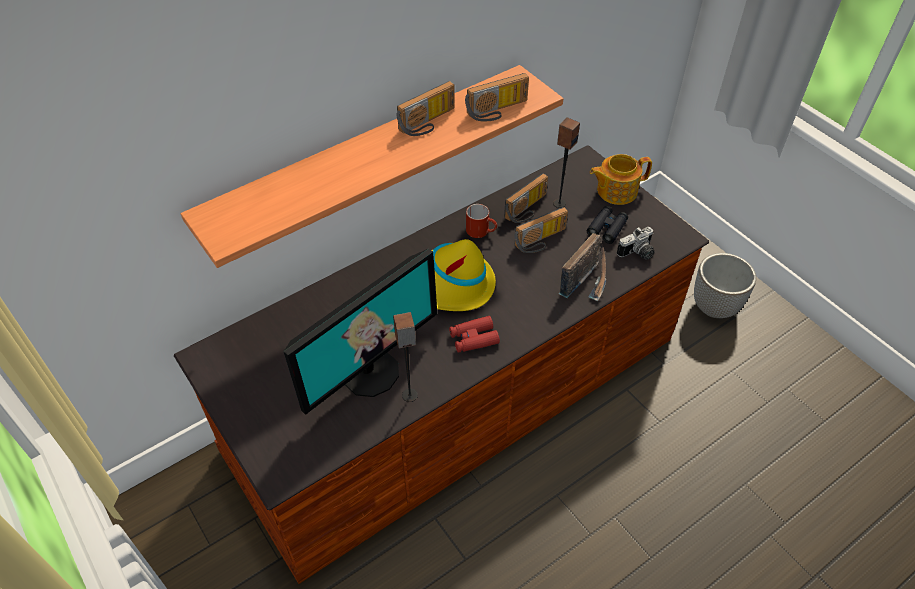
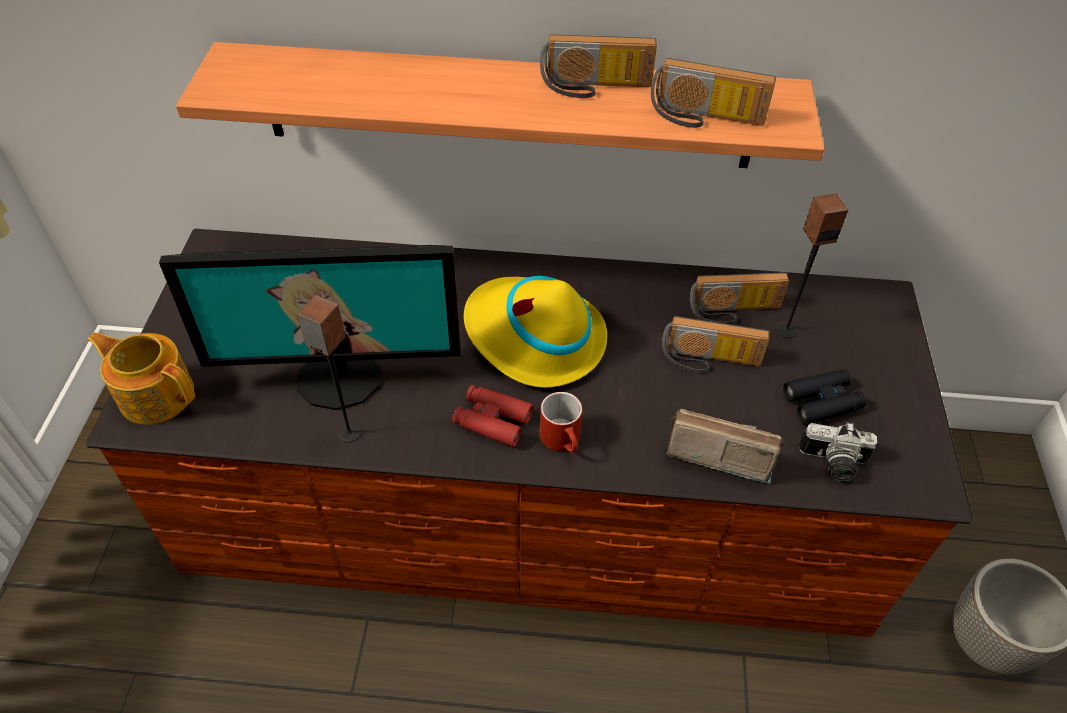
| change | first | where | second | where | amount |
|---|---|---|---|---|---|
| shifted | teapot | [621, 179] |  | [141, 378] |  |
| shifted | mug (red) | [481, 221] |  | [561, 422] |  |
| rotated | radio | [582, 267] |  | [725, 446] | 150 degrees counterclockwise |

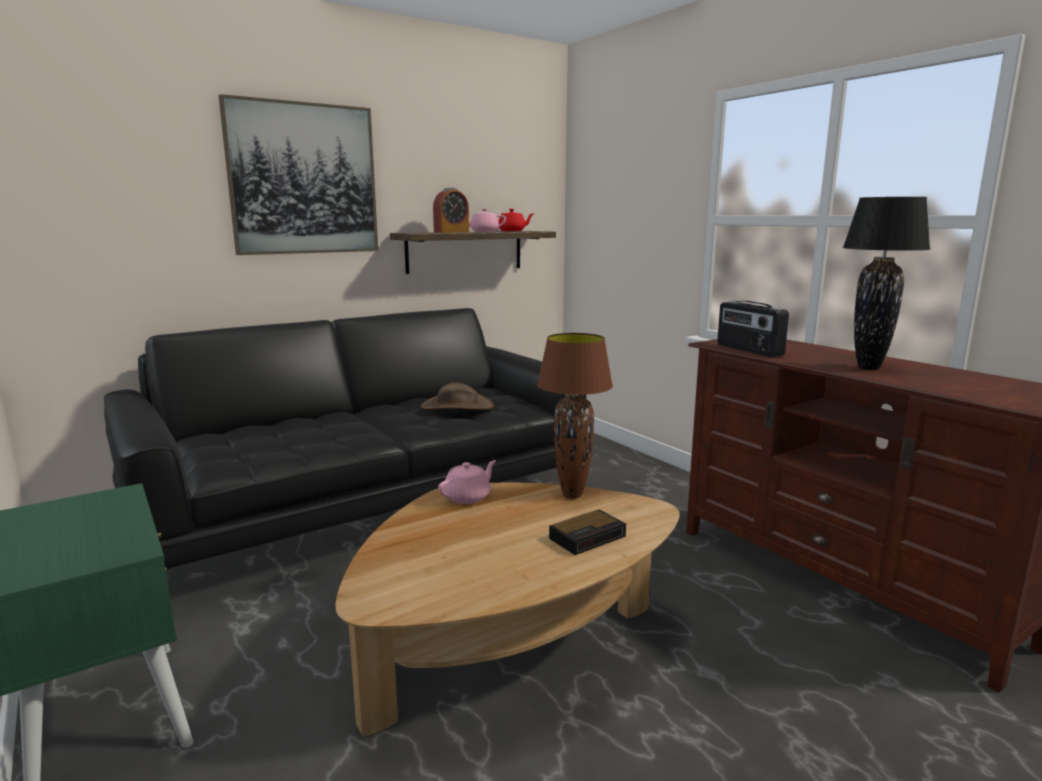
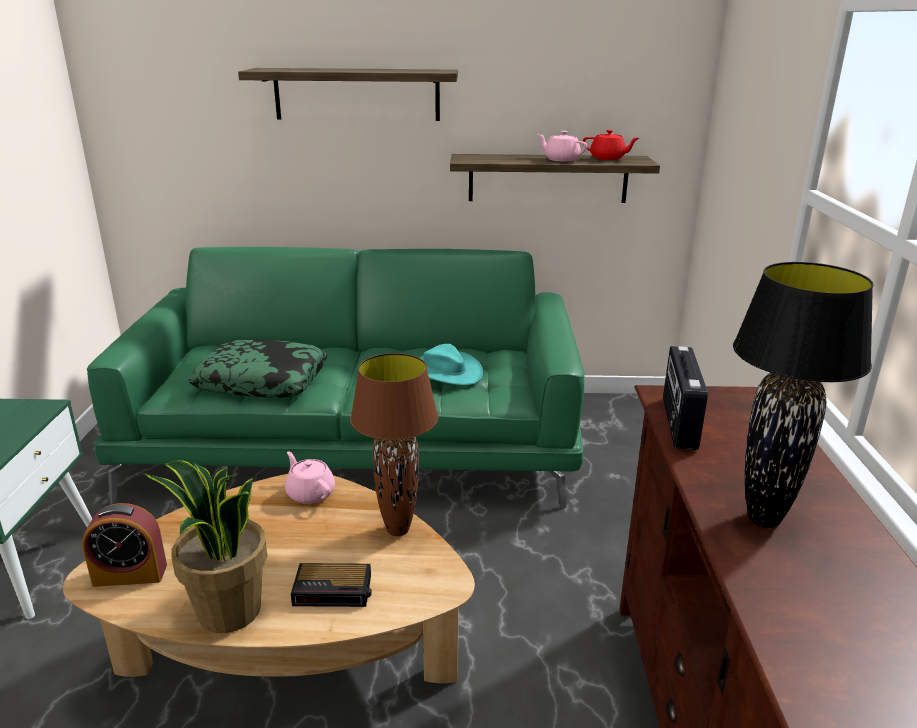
| change | first | where | second | where | amount |
|---|---|---|---|---|---|
| shifted | alarm clock | [451, 210] |  | [124, 545] |  |
| repainted | sofa (black) | [345, 442] | sofa (green) | [336, 378] |  |
| new |  |  | potted plant | [205, 546] |  |
| new |  |  | pillow | [257, 368] |  |
| swapped | picture | [298, 174] | shelf | [348, 94] |  |
| rotated | teapot (pink) | [467, 482] |  | [310, 477] | 120 degrees counterclockwise |
| repainted | hat (brown) | [457, 396] | hat (turquoise) | [450, 364] |  |

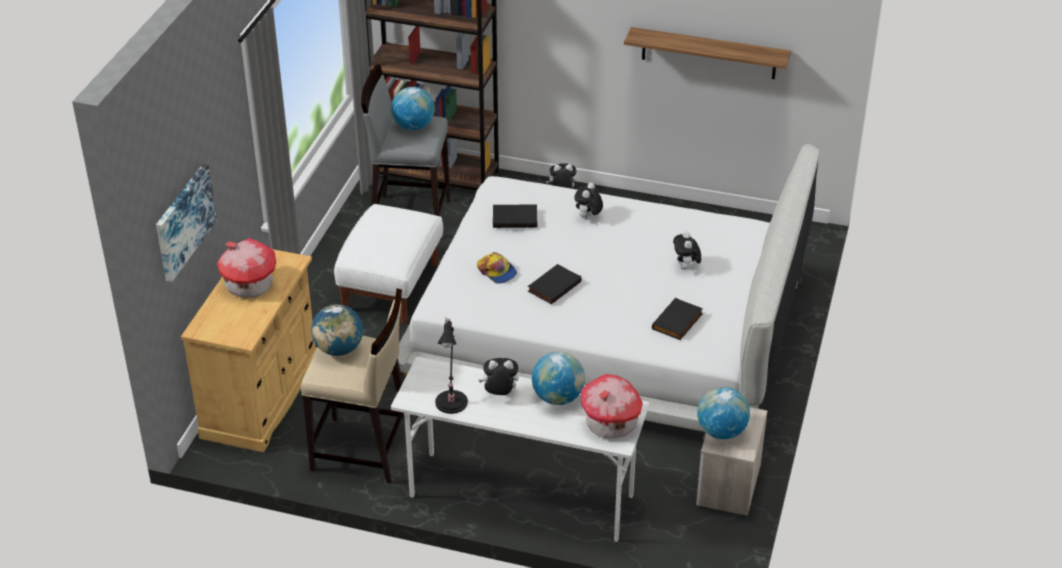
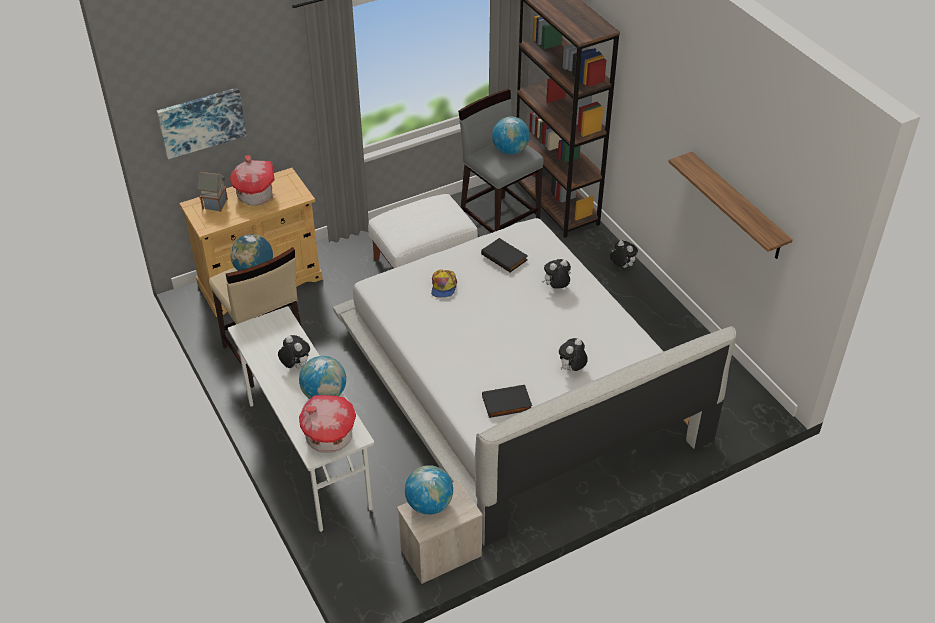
| change | first | where | second | where | amount |
|---|---|---|---|---|---|
| new |  |  | toy house | [212, 191] |  |
| gone | table lamp (black) | [451, 366] |  |  |  |
| gone | book (black) | [555, 284] |  |  |  |

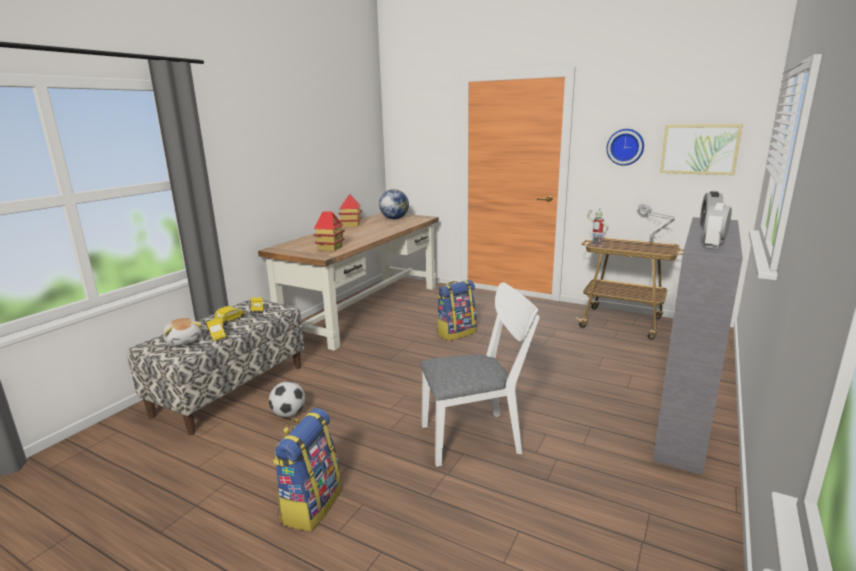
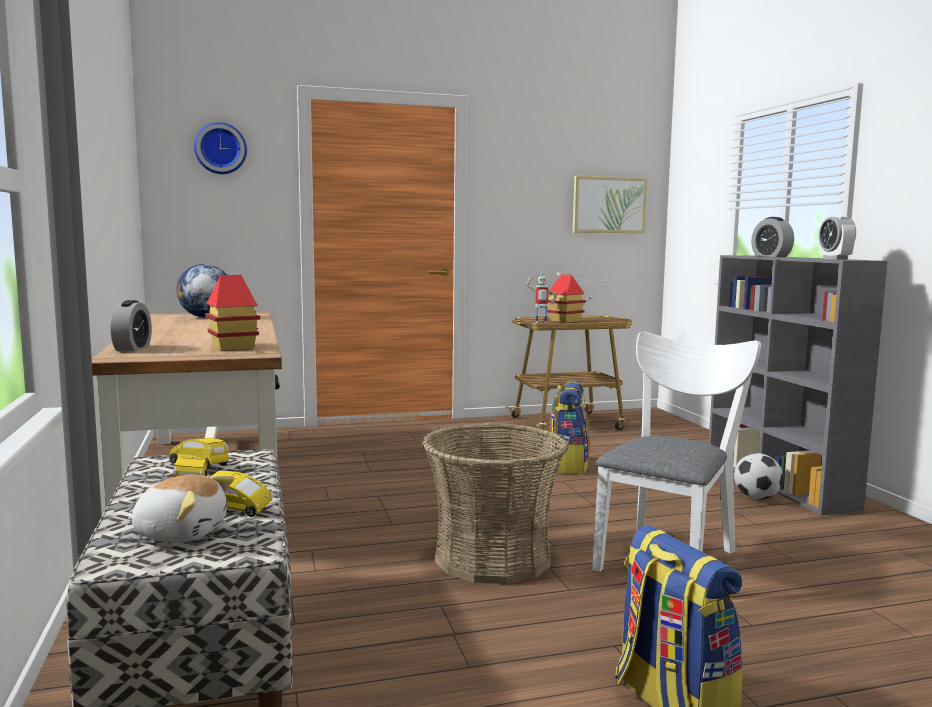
| change | first | where | second | where | amount |
|---|---|---|---|---|---|
| new |  |  | alarm clock | [131, 325] |  |
| shifted | wall clock | [625, 147] |  | [220, 148] |  |
| new |  |  | basket | [495, 503] |  |
| shifted | toy house | [350, 210] |  | [566, 298] |  |
| shifted | backpack | [456, 310] |  | [568, 427] |  |
| shifted | football | [287, 399] |  | [758, 476] |  |

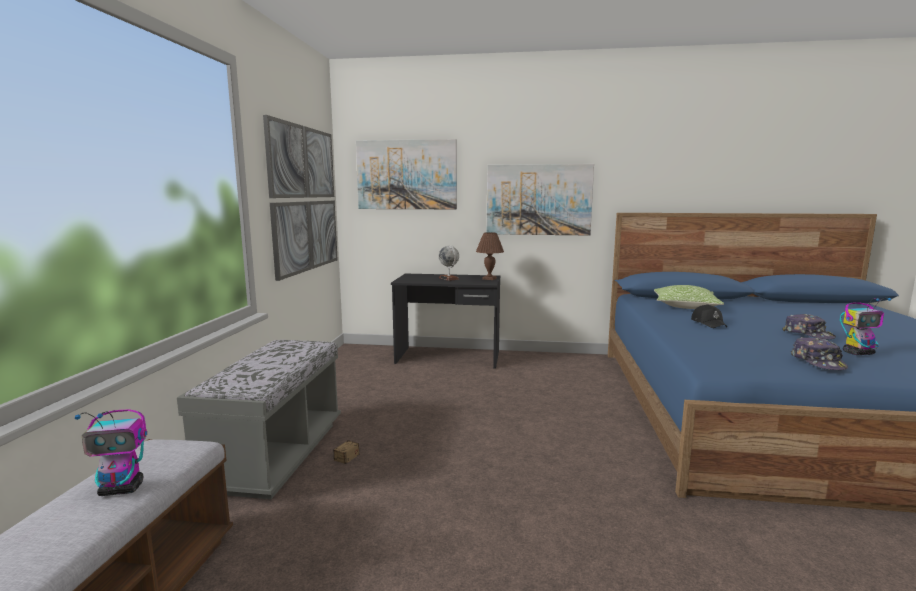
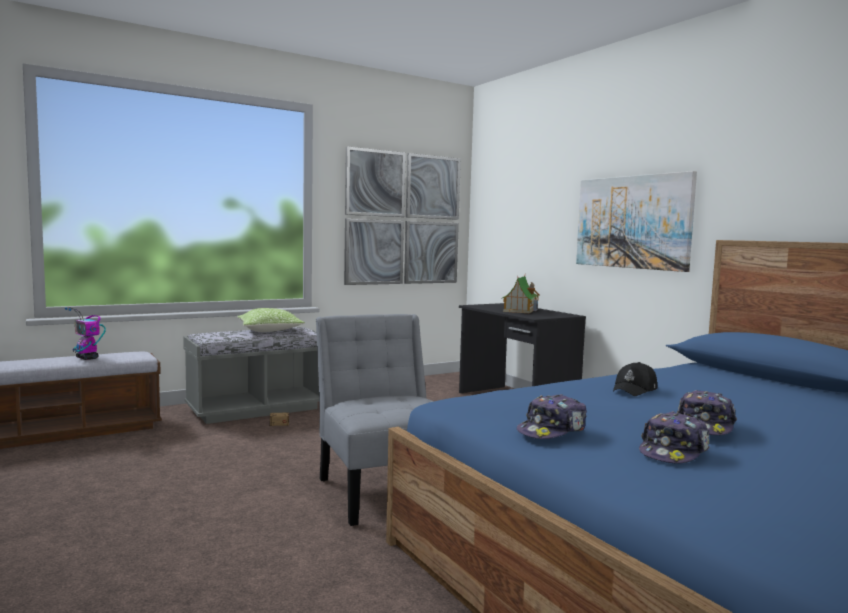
| change | first | where | second | where | amount |
|---|---|---|---|---|---|
| shifted | pillow | [689, 297] |  | [271, 320] |  |
| new |  |  | chair (grey) | [375, 420] |  |
| swapped | globe | [449, 263] | toy house | [520, 294] |  |
| swapped | toy robot | [866, 326] | cap | [674, 437] |  |
| gone | picture | [406, 174] |  |  |  |
| gone | table lamp (brown) | [490, 256] |  |  |  |

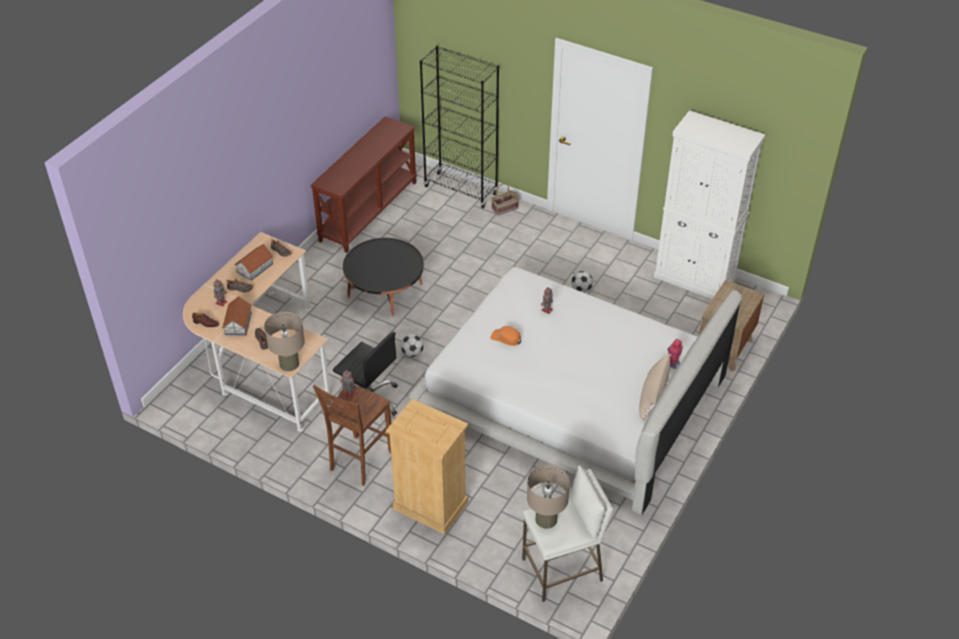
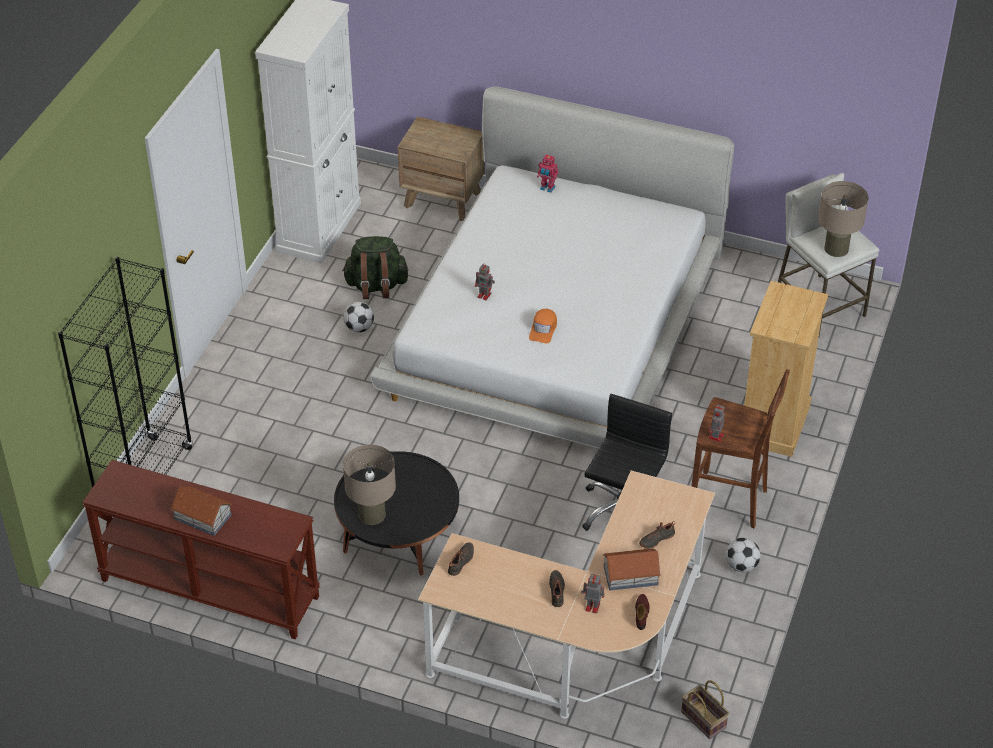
| change | first | where | second | where | amount |
|---|---|---|---|---|---|
| shifted | toy house | [253, 262] |  | [201, 511] |  |
| new |  |  | backpack (green) | [375, 267] |  |
| shifted | table lamp (beige) | [284, 341] |  | [369, 485] |  |
| shifted | basket | [505, 199] |  | [705, 709] |  |
| shifted | football | [412, 345] |  | [743, 555] |  |
| gone | pillow (beige) | [655, 387] |  |  |  |

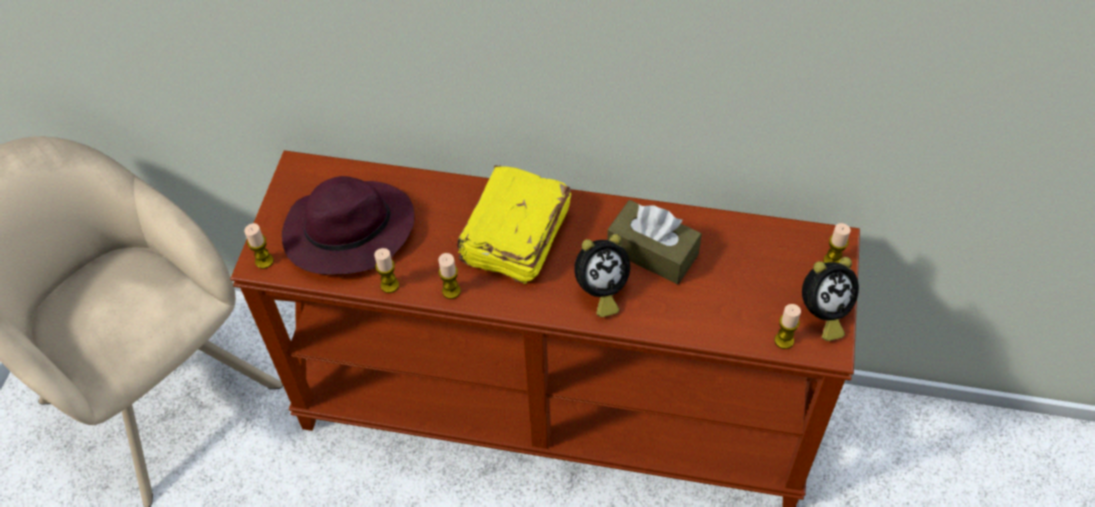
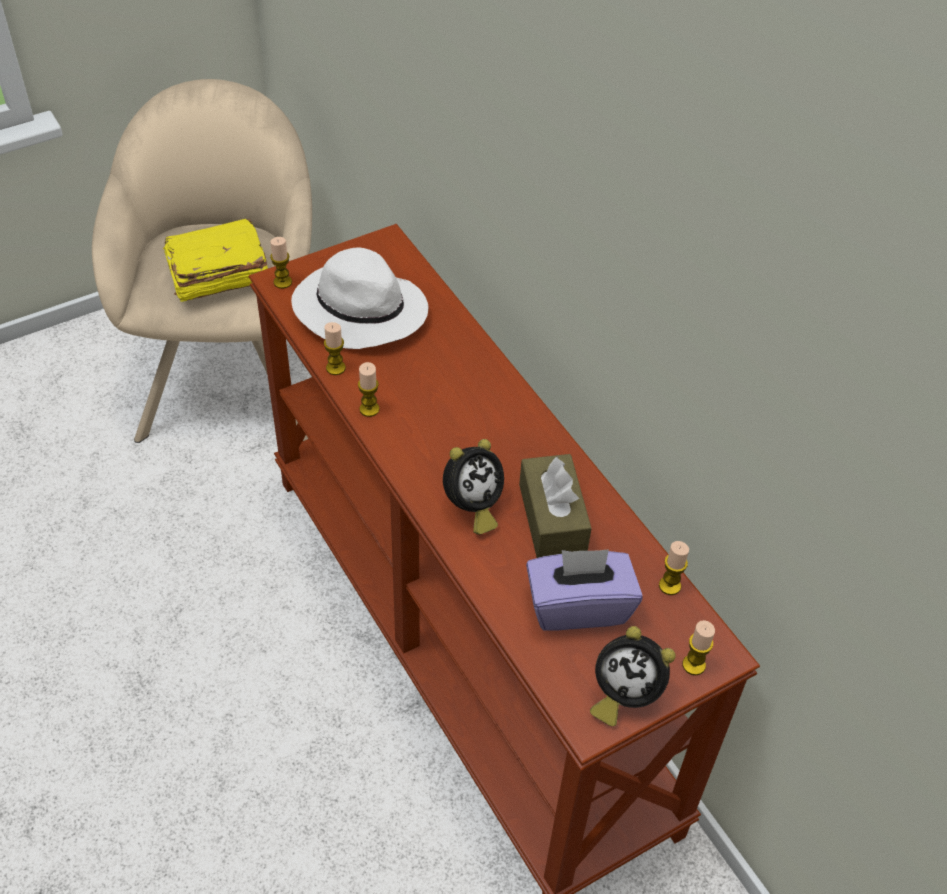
| change | first | where | second | where | amount |
|---|---|---|---|---|---|
| shifted | book (yellow) | [514, 224] |  | [215, 260] |  |
| repainted | hat (purple) | [348, 225] | hat (white) | [360, 298] |  |
| rotated | alarm clock | [602, 275] |  | [473, 487] | 60 degrees counterclockwise |
| new |  |  | tissue box (purple) | [584, 590] |  |
| shifted | candle | [787, 326] |  | [674, 568] |  |

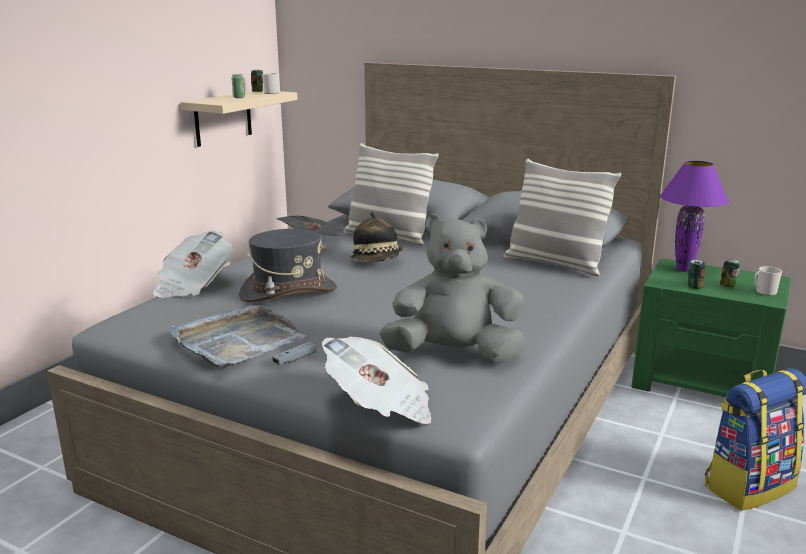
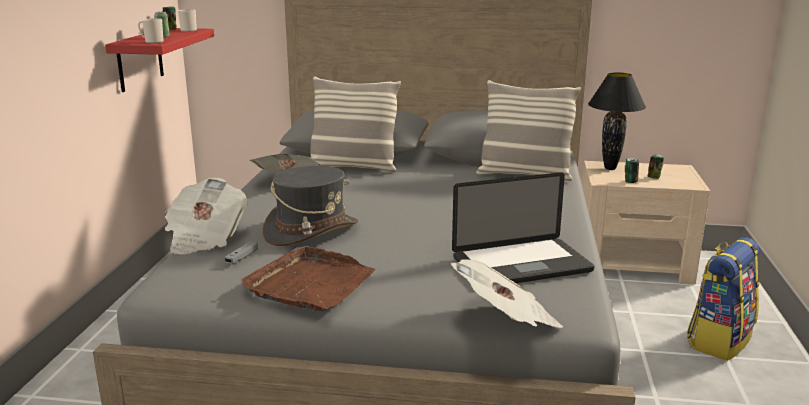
| change | first | where | second | where | amount |
|---|---|---|---|---|---|
| repainted | shelf (beige) | [239, 118] | shelf (red) | [159, 60] |  |
| shifted | mug | [768, 281] |  | [150, 30] |  |
| shifted | game controller (grey) | [294, 353] |  | [241, 252] |  |
| repainted | tray (grey) | [238, 336] | tray (brown) | [308, 279] |  |
| swapped | plush toy (grey) | [452, 288] | laptop | [523, 227] |  |
| repainted | nightstand (green) | [711, 327] | nightstand (beige) | [646, 223] |  |
| repainted | table lamp (purple) | [694, 216] | table lamp (black) | [617, 121] |  |
| gone | hat | [376, 237] |  |  |  |

